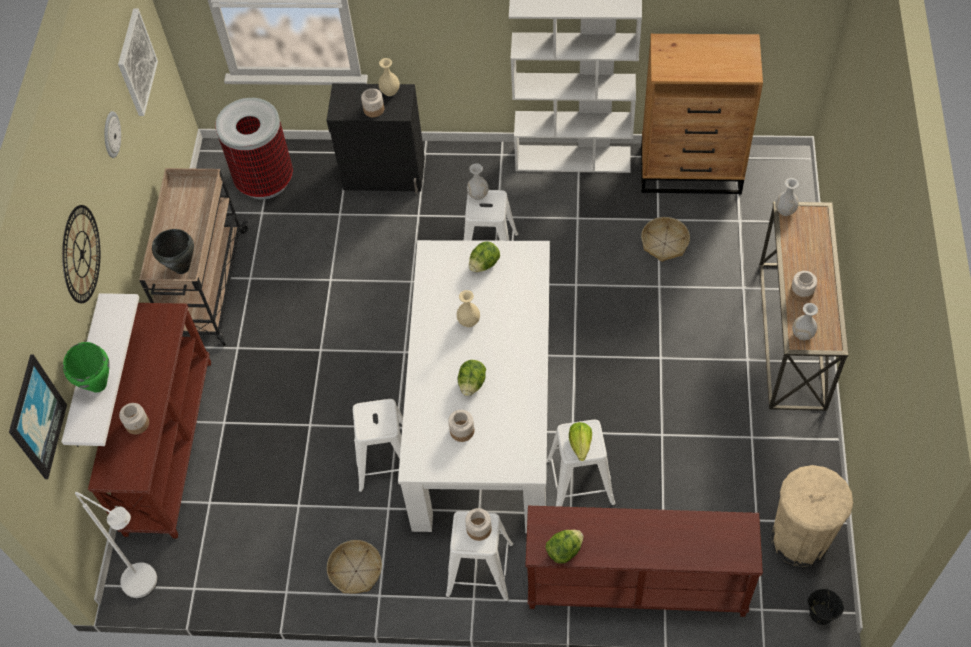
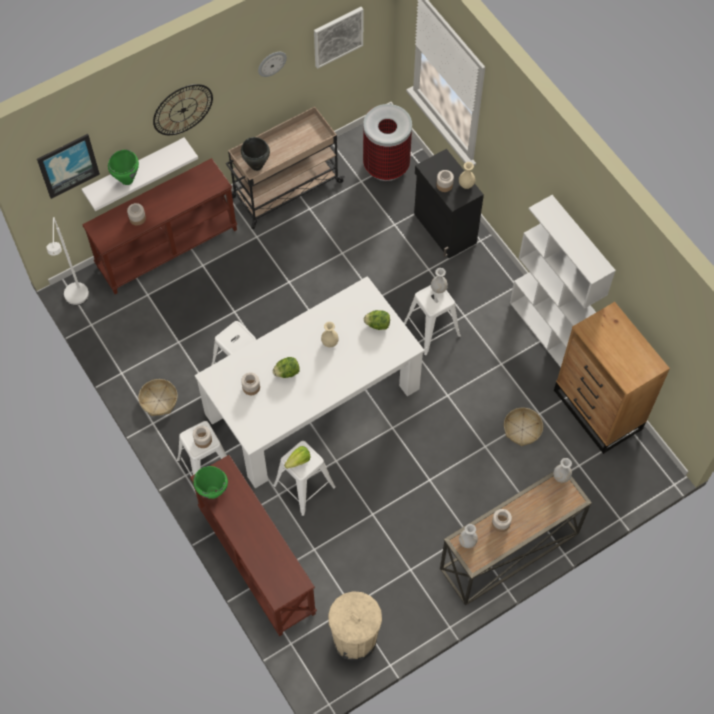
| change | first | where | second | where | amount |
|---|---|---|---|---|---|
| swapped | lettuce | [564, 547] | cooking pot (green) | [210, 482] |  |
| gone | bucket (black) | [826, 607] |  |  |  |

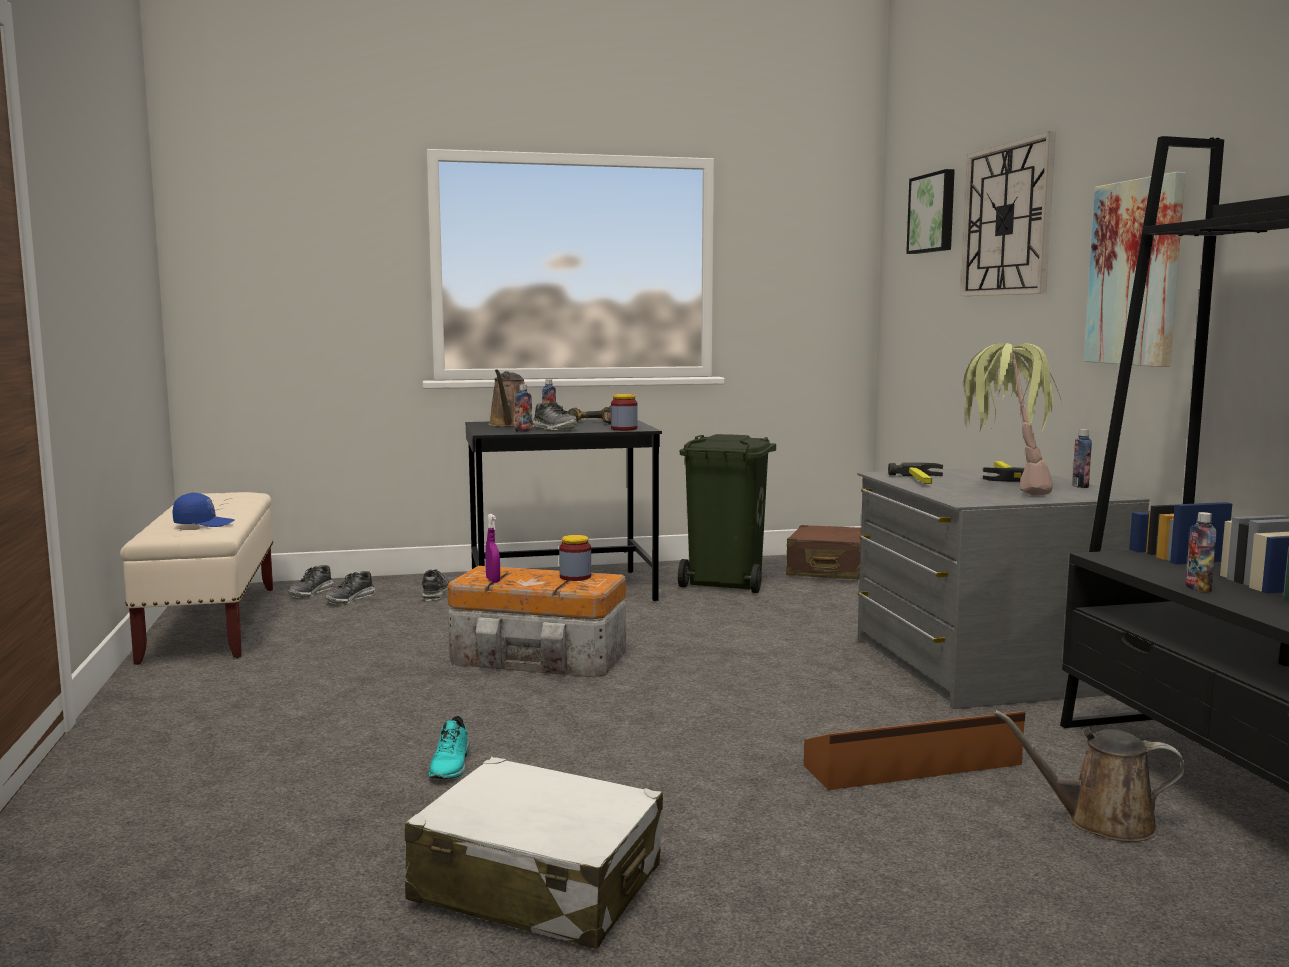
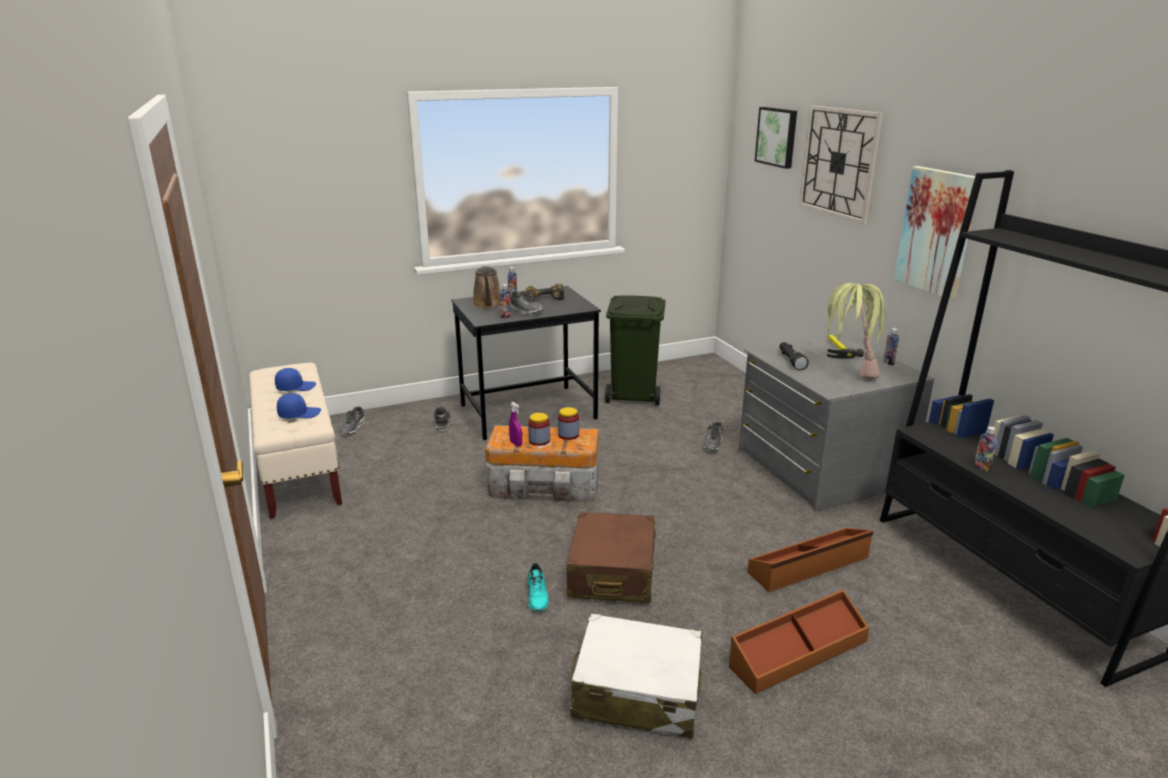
| change | first | where | second | where | amount |
|---|---|---|---|---|---|
| new |  |  | cap (blue) | [295, 379] |  |
| shifted | jar | [624, 412] |  | [539, 429] |  |
| shifted | suitcase (brown) | [823, 552] |  | [611, 557] |  |
| shifted | shoe | [350, 588] |  | [712, 436] |  |
| new |  |  | storage box (brown) | [799, 642] |  |
| swapped | hammer | [915, 473] | flashlight (black) | [794, 356] |  |
| gone | watering can (brown) | [1090, 776] |  |  |  |

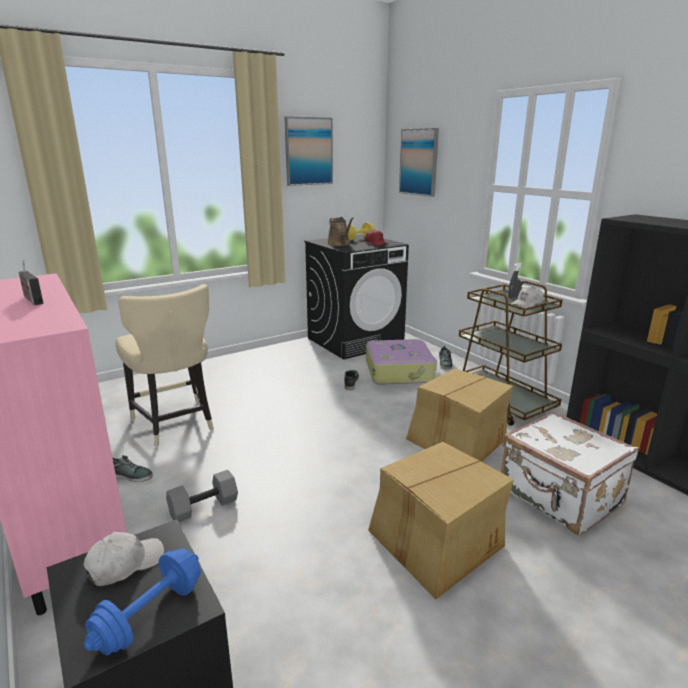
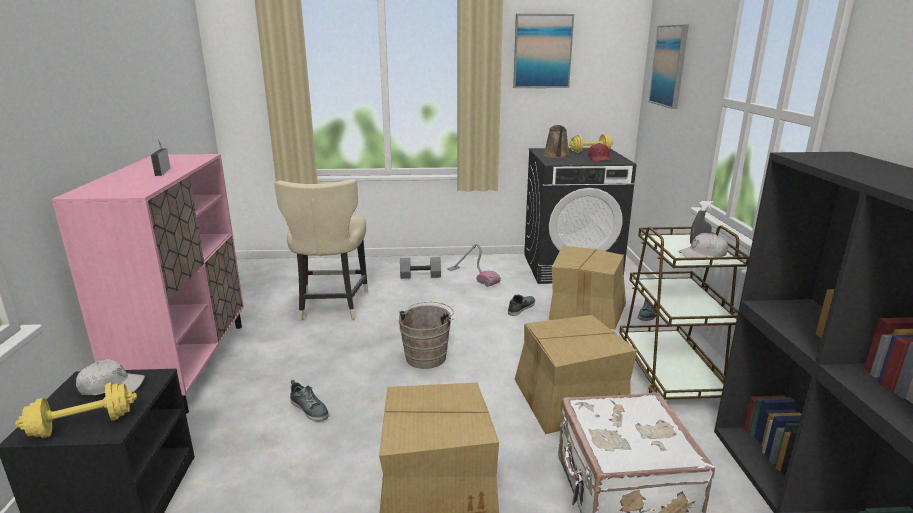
| change | first | where | second | where | amount |
|---|---|---|---|---|---|
| repainted | dumbbell (blue) | [142, 601] | dumbbell (yellow) | [76, 410] |  |
| shifted | shoe | [132, 468] |  | [309, 400] |  |
| new |  |  | bucket (brown) | [426, 335] |  |
| shifted | dumbbell (grey) | [202, 496] |  | [420, 268] |  |
| new |  |  | vacuum cleaner | [474, 265] |  |
| swapped | suitcase | [401, 362] | cardboard box | [587, 287] |  |

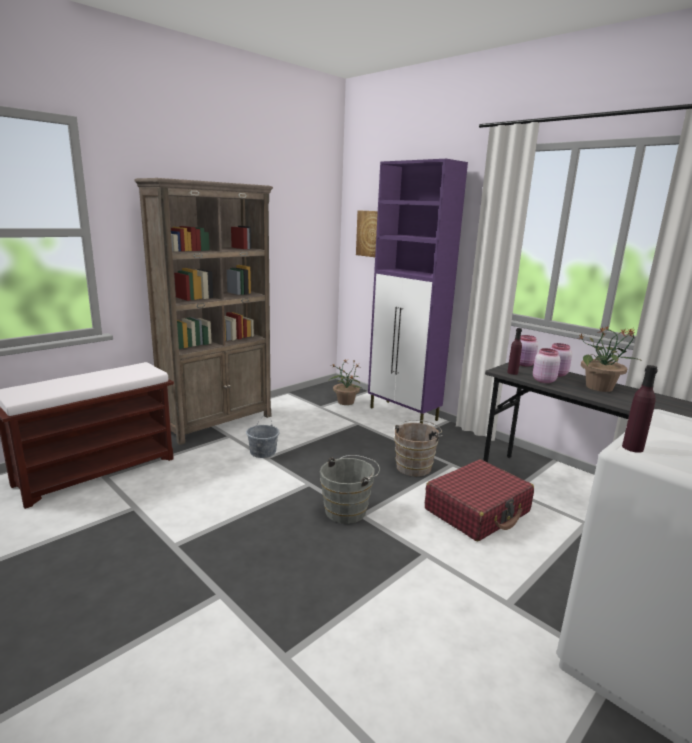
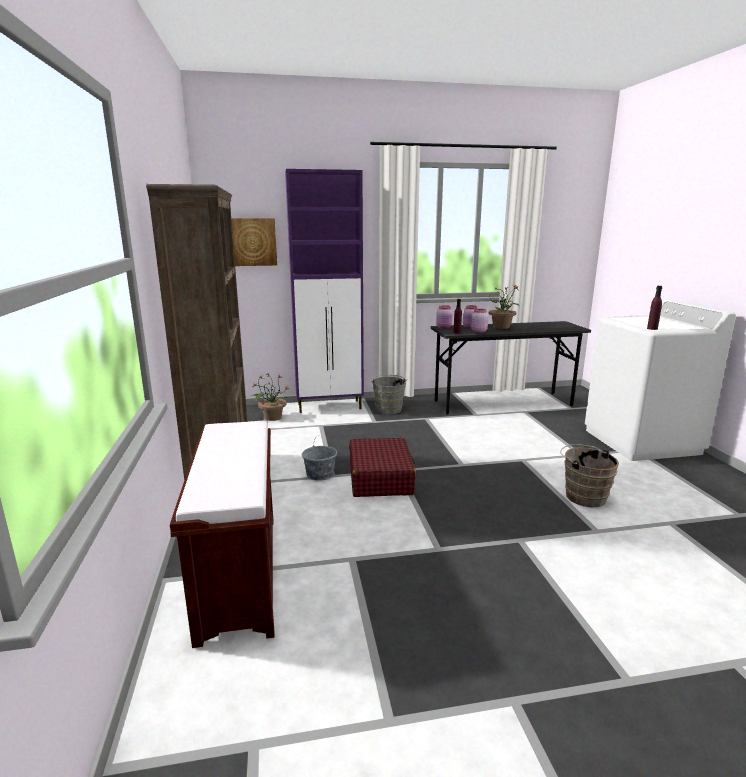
| change | first | where | second | where | amount |
|---|---|---|---|---|---|
| shifted | suitcase (red) | [479, 500] |  | [382, 467] |  |
| shifted | bucket (grey) | [350, 489] |  | [389, 395] |  |
| shifted | bucket (brown) | [418, 448] |  | [589, 475] |  |

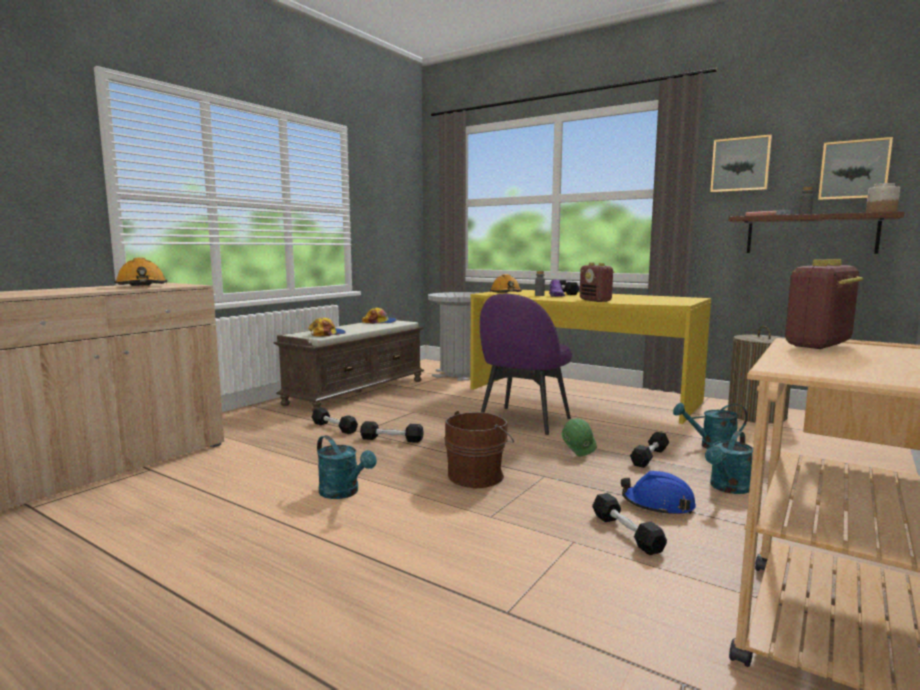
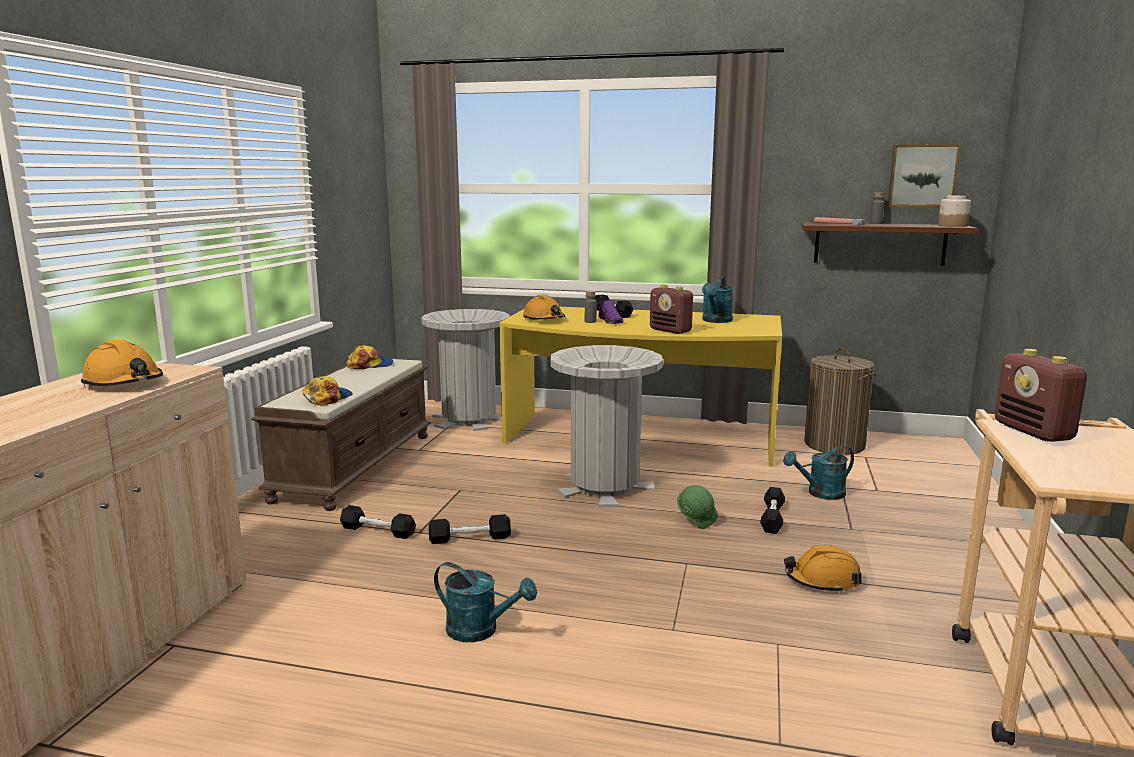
| change | first | where | second | where | amount |
|---|---|---|---|---|---|
| swapped | chair (purple) | [526, 364] | trash can (grey) | [607, 426] |  |
| shifted | watering can (turquoise) | [729, 462] |  | [717, 300] |  |
| repainted | hard hat (blue) | [658, 493] | hard hat (orange) | [823, 569] |  |
| rotated | radio | [824, 304] |  | [1042, 395] | 45 degrees counterclockwise |
| gone | bucket (brown) | [479, 449] |  |  |  |
| gone | dumbbell (black) | [629, 524] |  |  |  |
| gone | picture | [741, 163] |  |  |  |

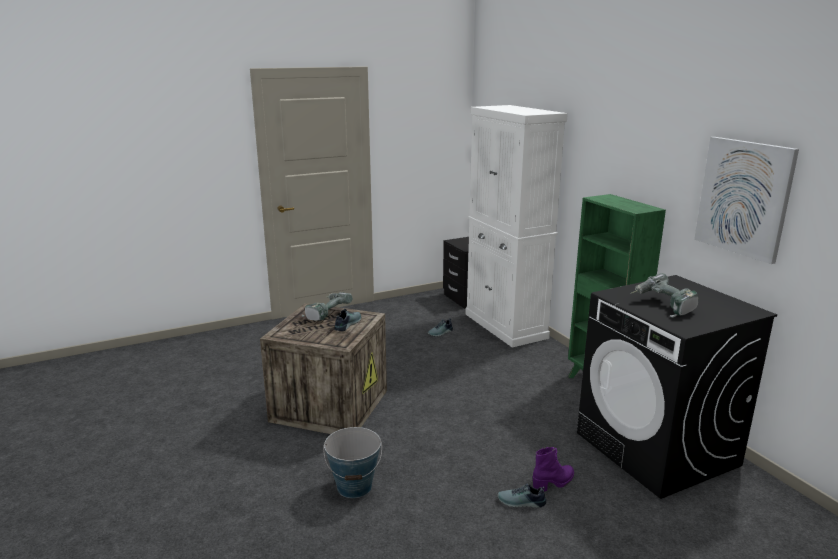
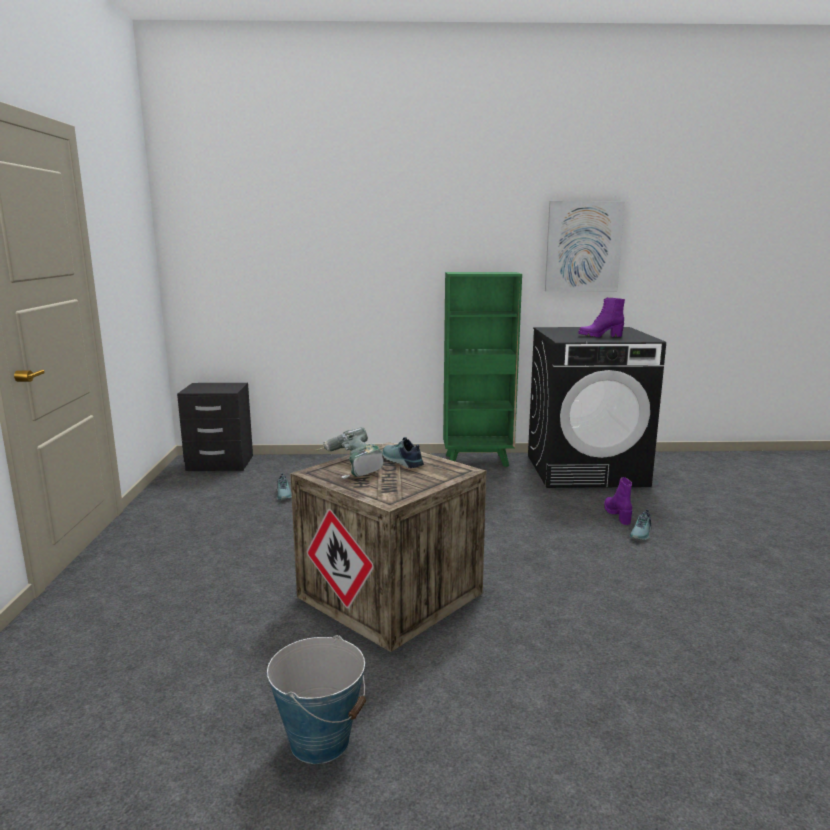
| change | first | where | second | where | amount |
|---|---|---|---|---|---|
| shifted | bucket | [352, 462] |  | [316, 699] |  |
| swapped | power drill | [664, 295] | boot (purple) | [601, 317] |  |
| gone | cabinet (white) | [516, 226] |  |  |  |

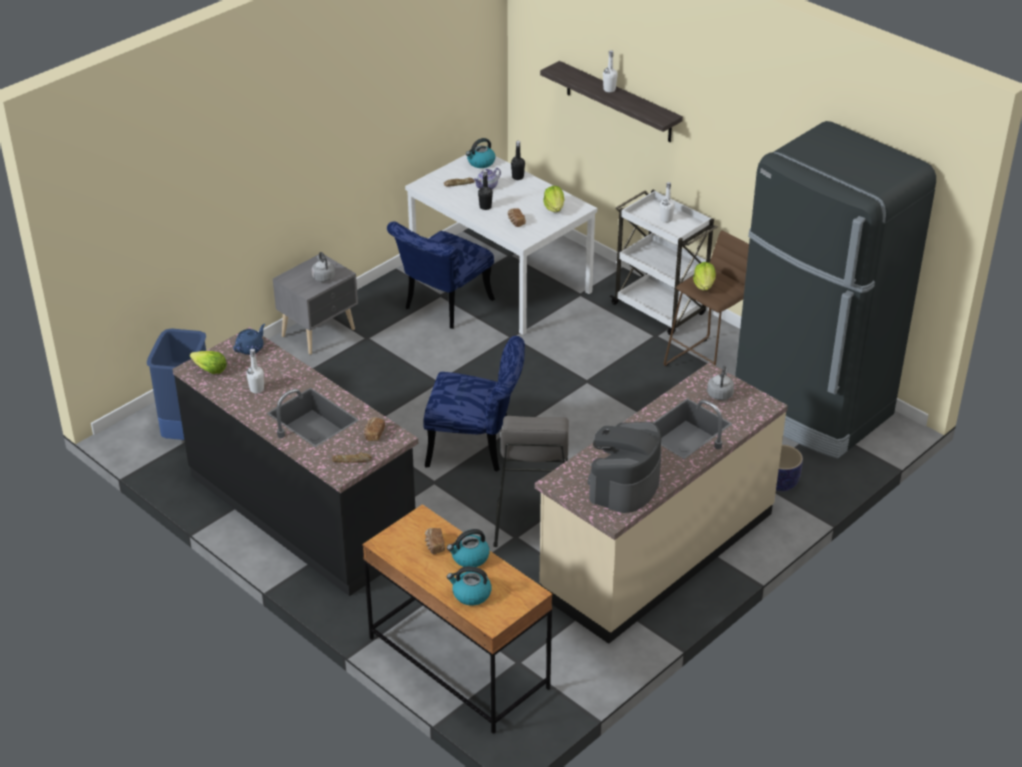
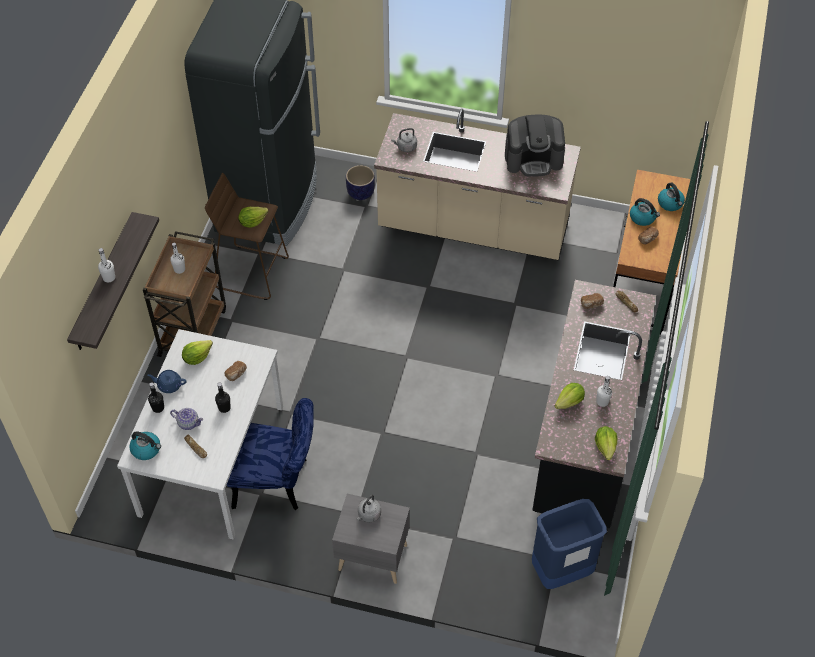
| change | first | where | second | where | amount |
|---|---|---|---|---|---|
| repainted | cart (white) | [664, 262] | cart (brown) | [184, 294] |  |
| shifted | teapot (blue) | [249, 339] |  | [167, 381] |  |
| new |  |  | lettuce | [570, 396] |  |
| gone | chair (blue) | [474, 404] |  |  |  |
| gone | stool (grey) | [531, 481] |  |  |  |

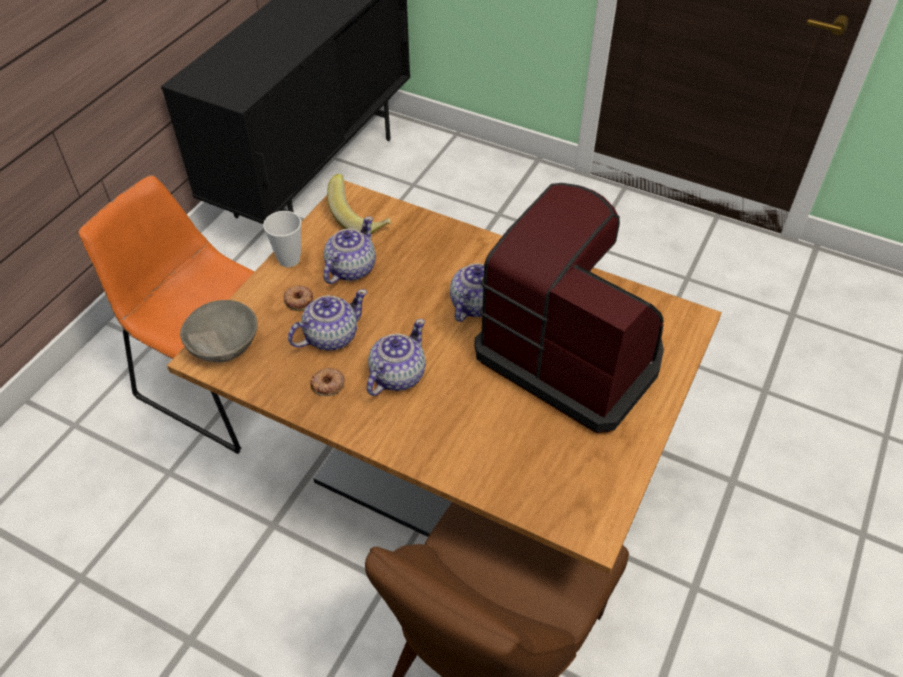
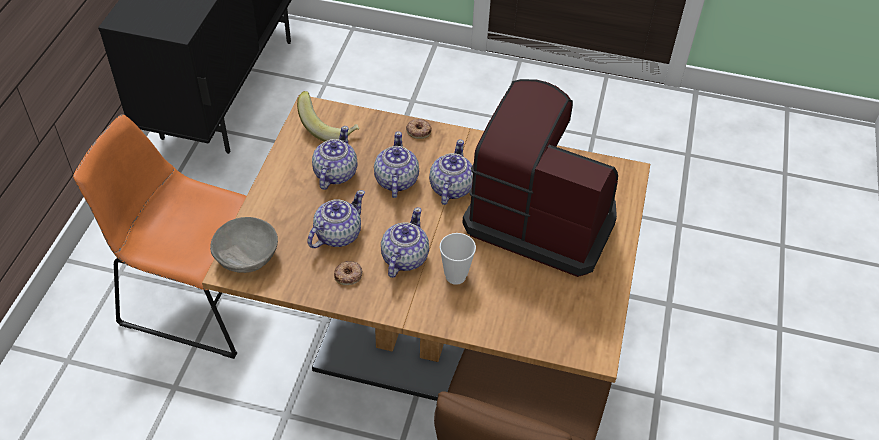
| change | first | where | second | where | amount |
|---|---|---|---|---|---|
| new |  |  | teapot | [396, 164] |  |
| shifted | donut | [298, 298] |  | [419, 129] |  |
| shifted | cup | [282, 239] |  | [457, 259] |  |

